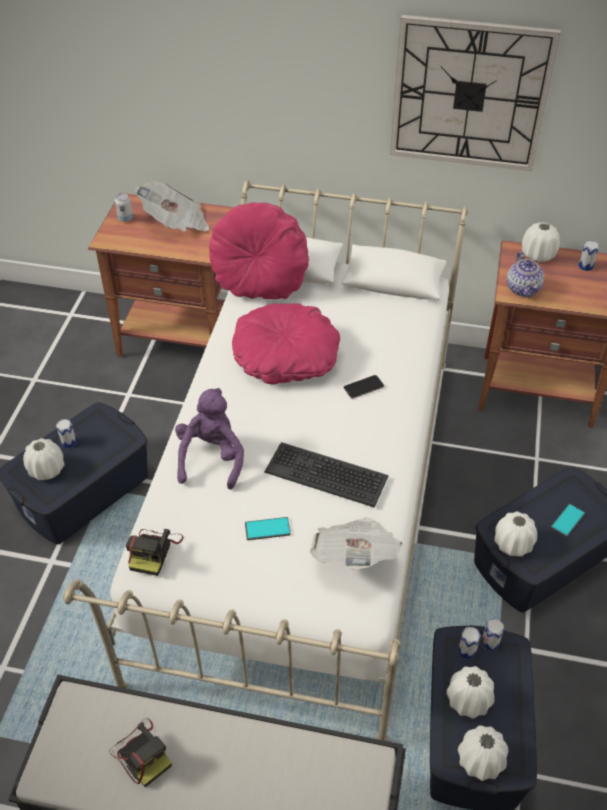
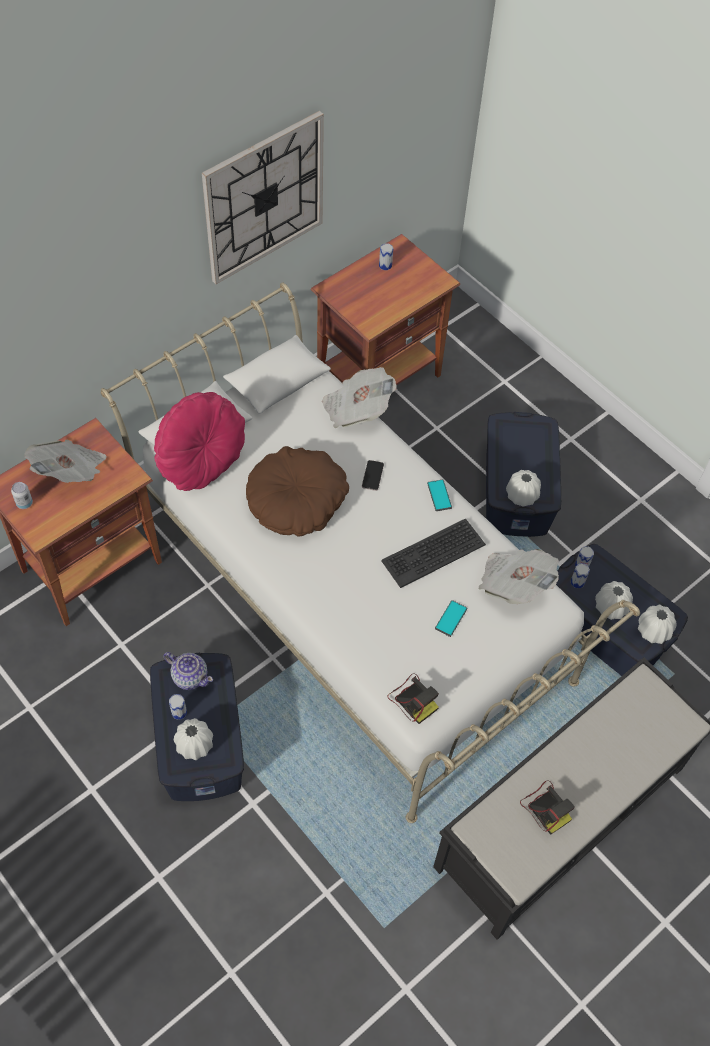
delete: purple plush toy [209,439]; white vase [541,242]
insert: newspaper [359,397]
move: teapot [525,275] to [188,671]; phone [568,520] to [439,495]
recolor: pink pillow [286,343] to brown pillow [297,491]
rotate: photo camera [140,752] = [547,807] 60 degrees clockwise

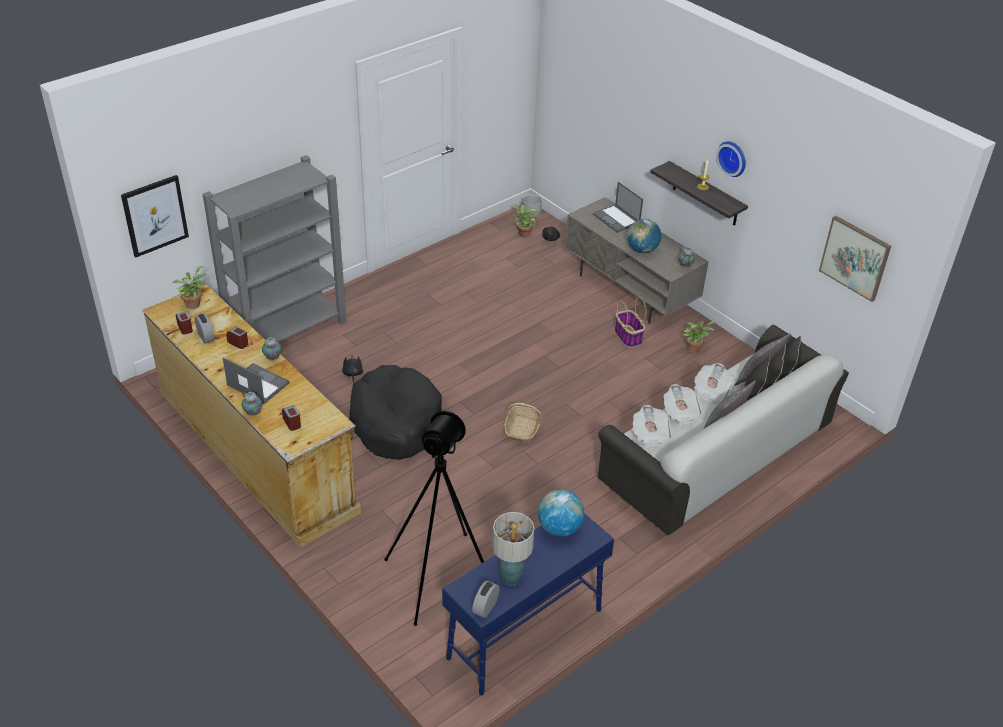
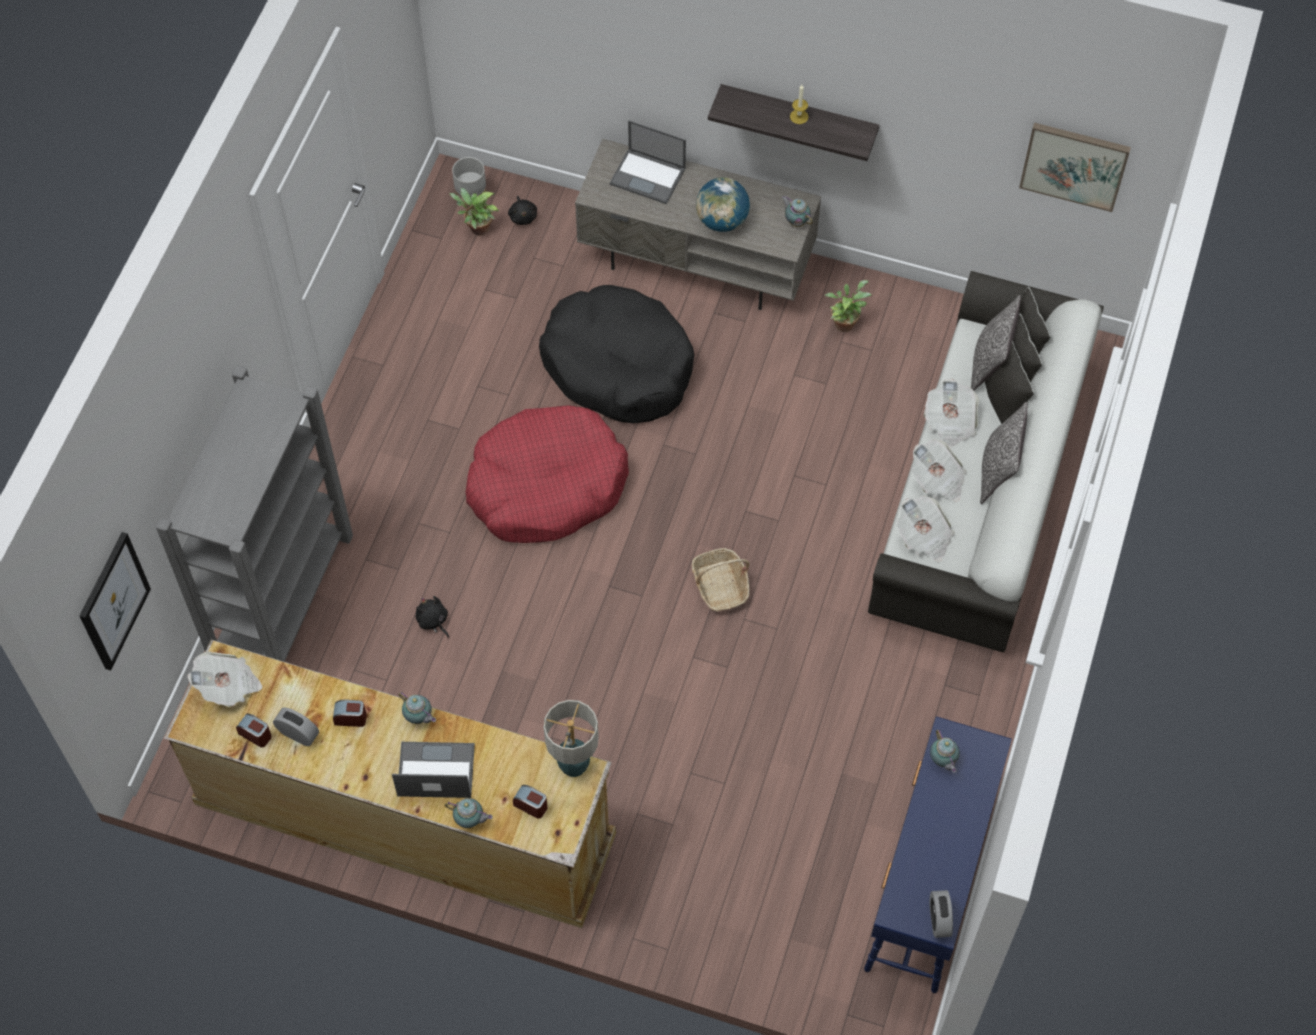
delete: black floor lamp [434,518]; basket [631,322]; wall clock [731,159]
insert: red dog bed [547,474]
move: black dog bed [395,412] to [616,354]; table lamp [513,549] to [571,738]
replace: potted plant [189,287] to newspaper [224,679]; globe [561,512] to teapot [945,751]

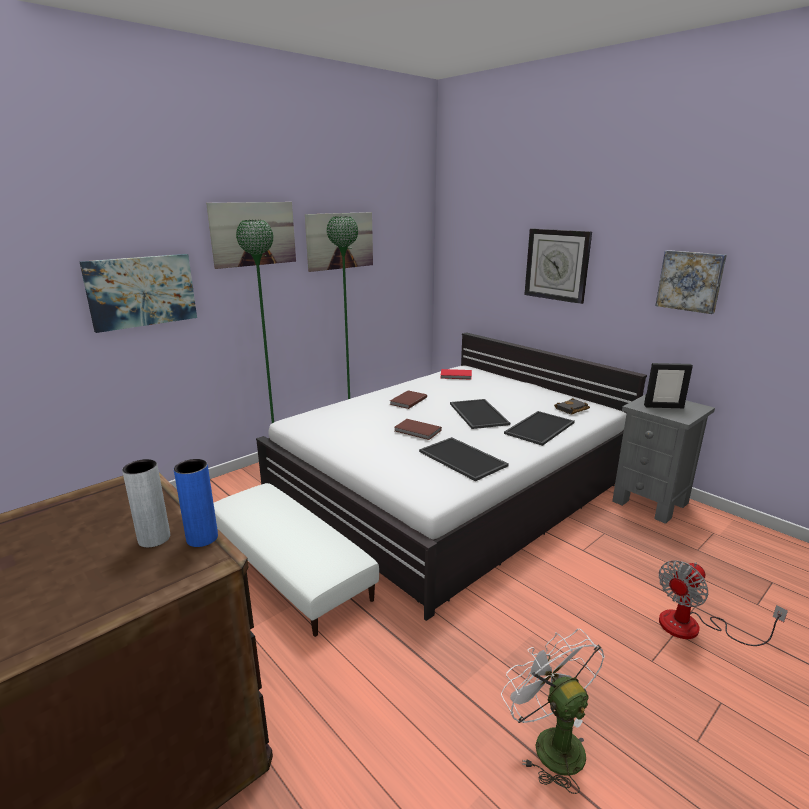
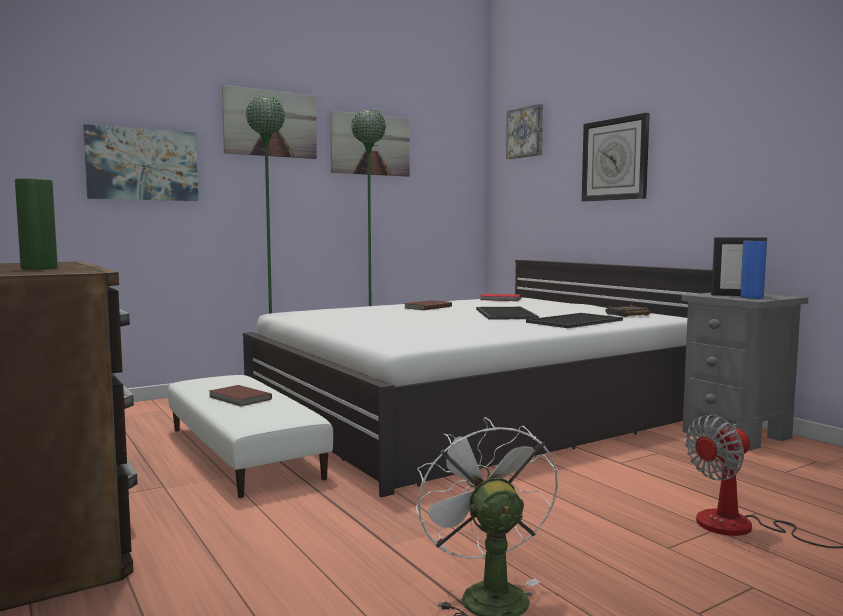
delete: tray [464,459]
move: blue vase [196,503] to [753,269]; brown book [418,429] to [240,395]; picture [691,282] to [524,131]
recolor: grey vase [146,503] to green vase [36,223]

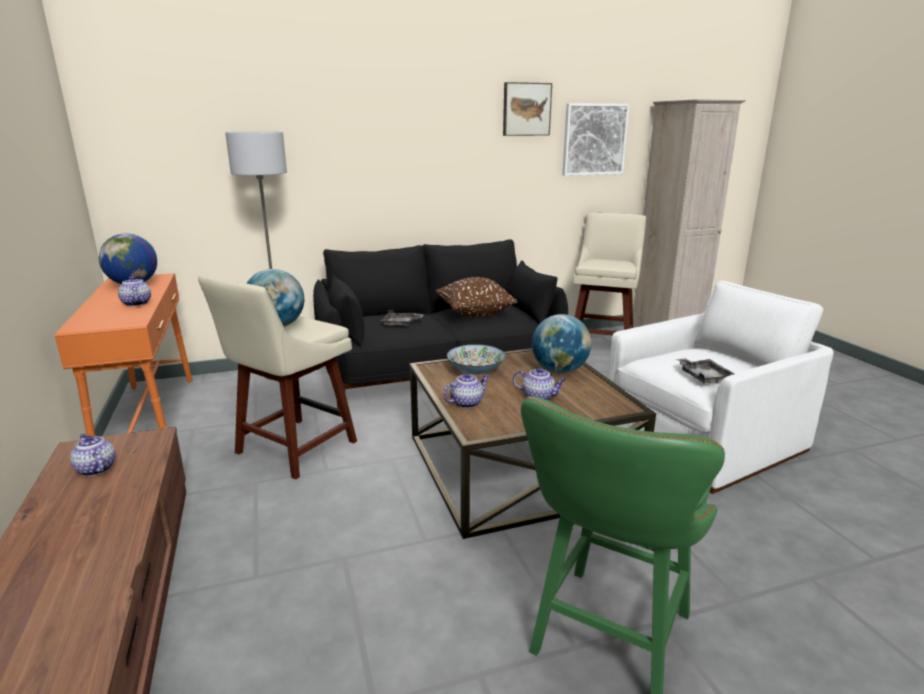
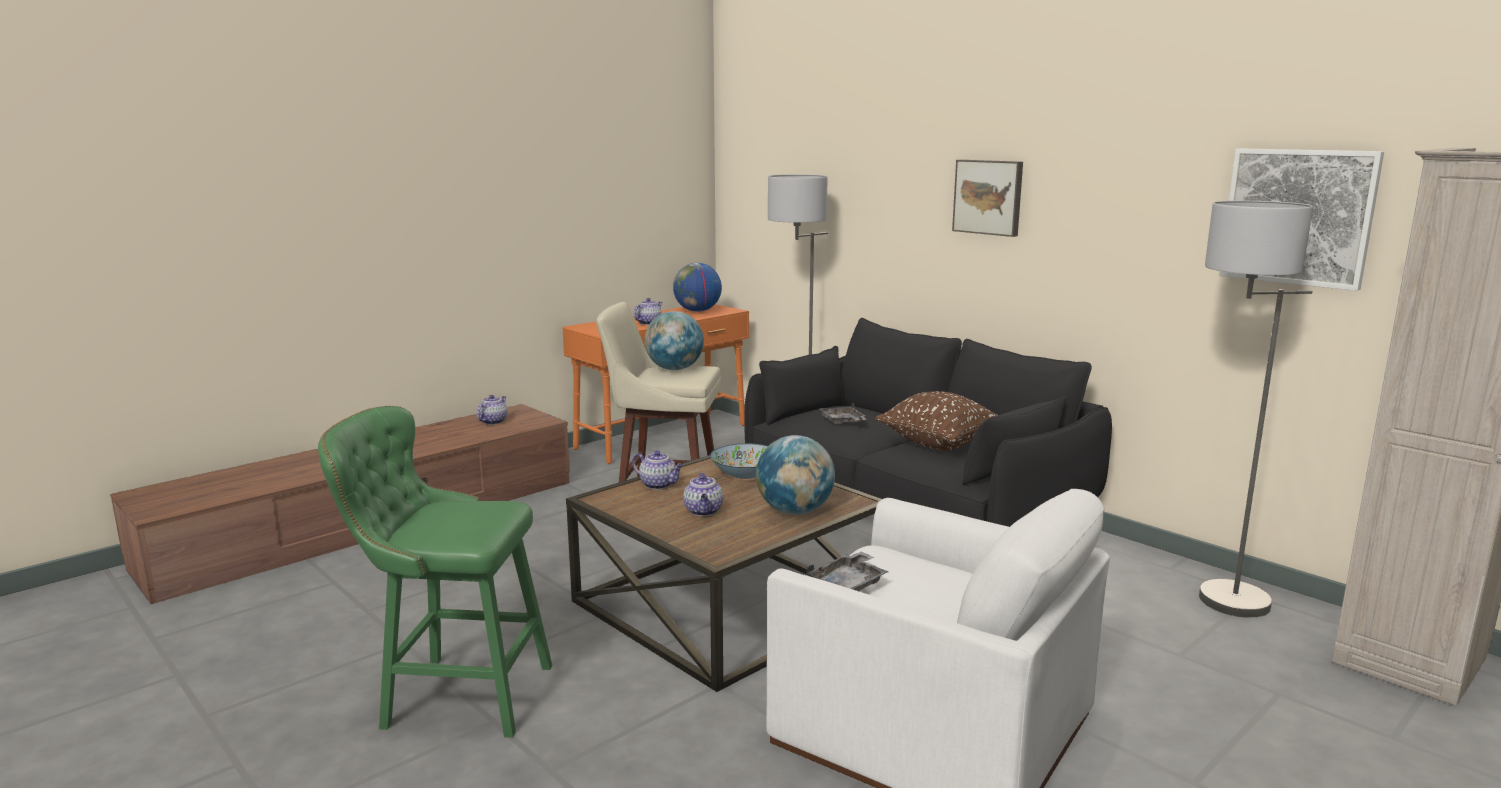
move: picture [527,109] to [987,198]
replace: beige stool [609,274] to grey floor lamp [1256,409]

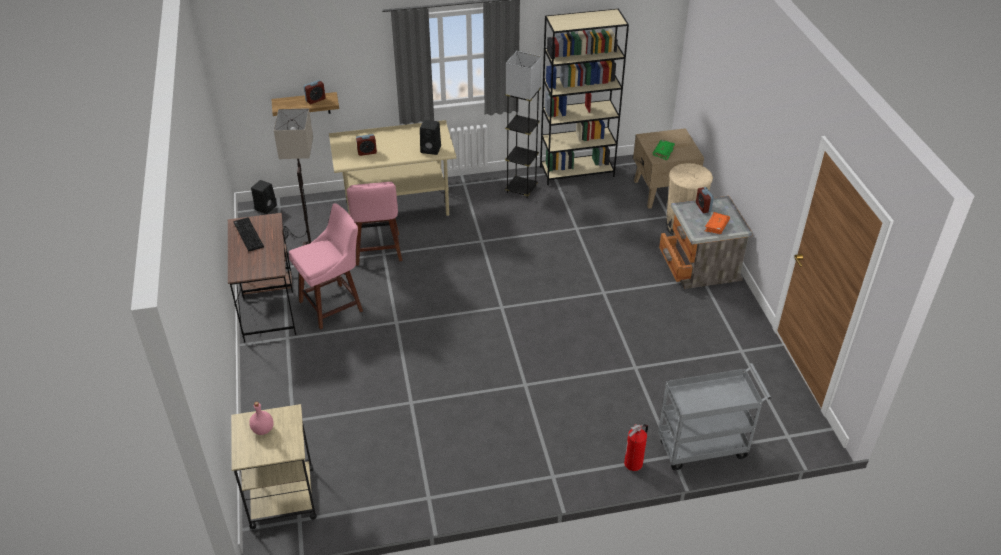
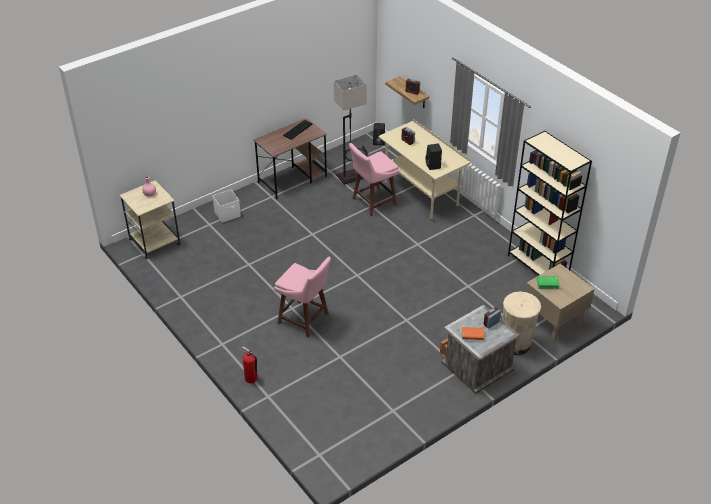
delete: grey floor lamp [523,124]; grey cart [714,416]
insert: white storage box [226,206]
move: pink stool [326,266] to [302,297]

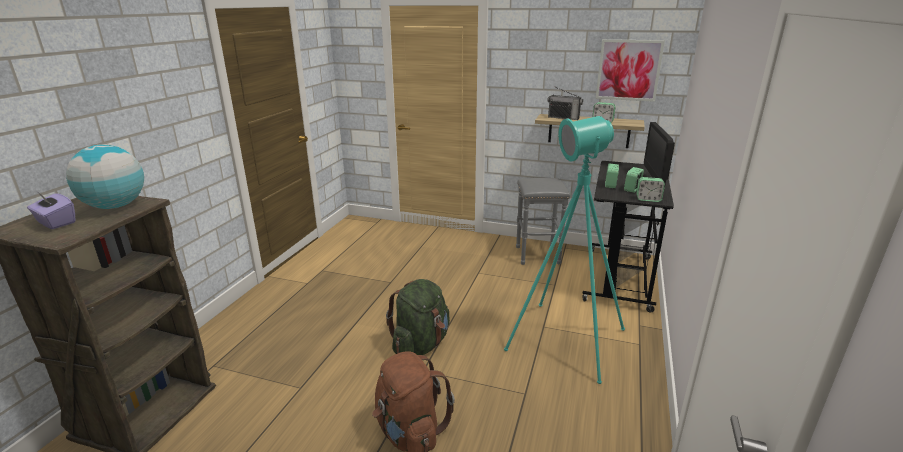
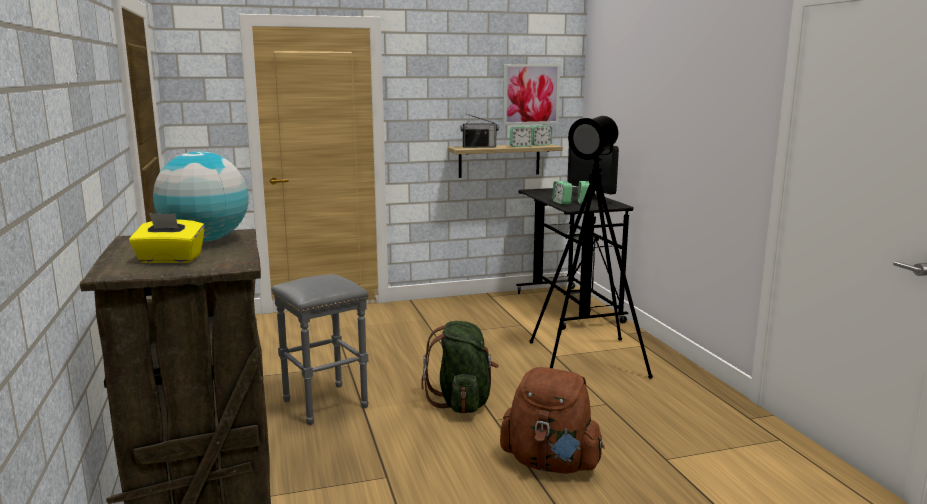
move: grey stool [543,221] to [320,349]; alarm clock [650,189] to [541,135]
recolor: purple tissue box [51,210] to yellow tissue box [167,238]; turquoise floor lamp [564,250] to black floor lamp [591,247]

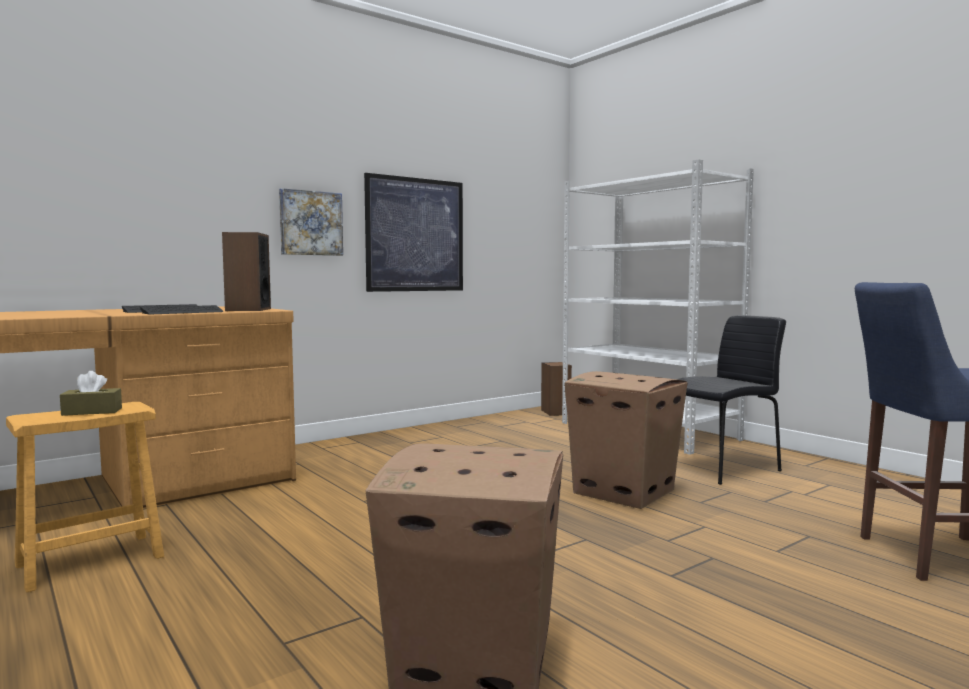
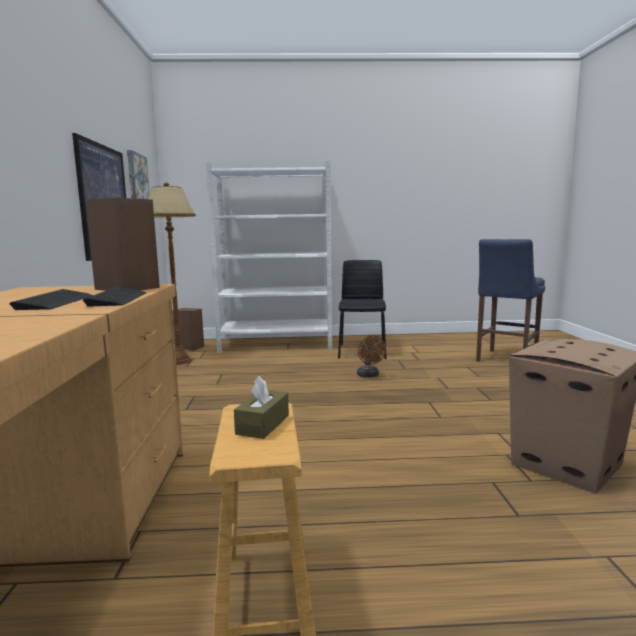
insert: brown floor lamp [172,274]
move: picture [311,222] to [138,174]
replace: cardboard box [626,440] to brown fan [371,357]

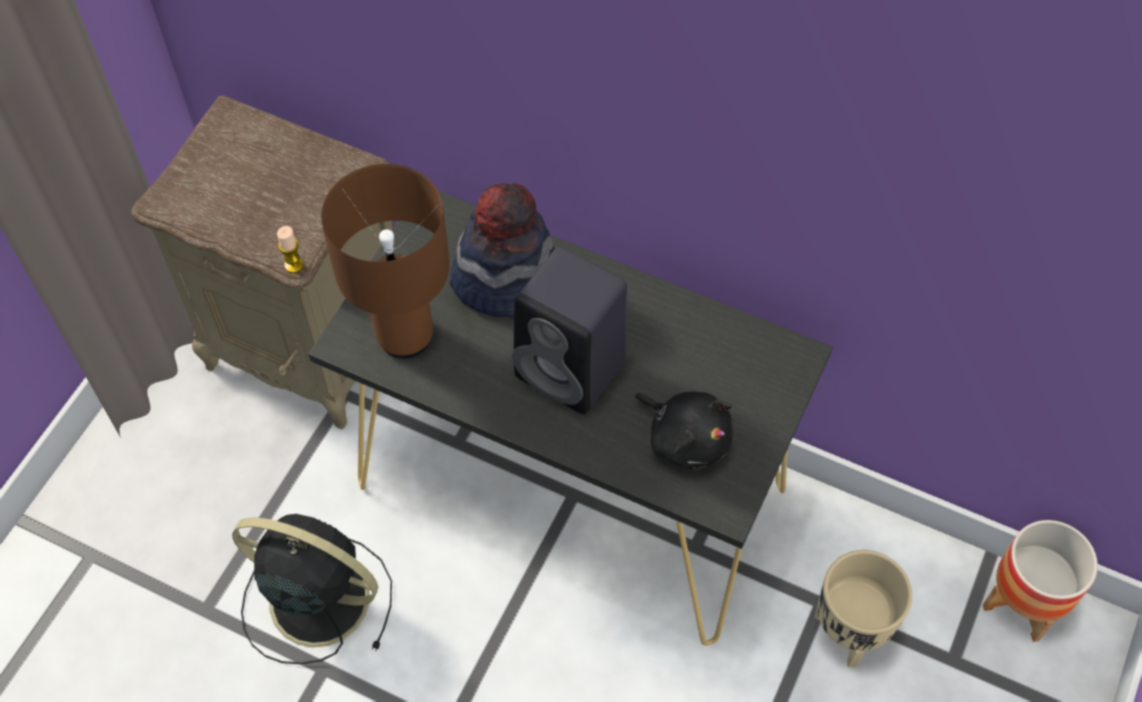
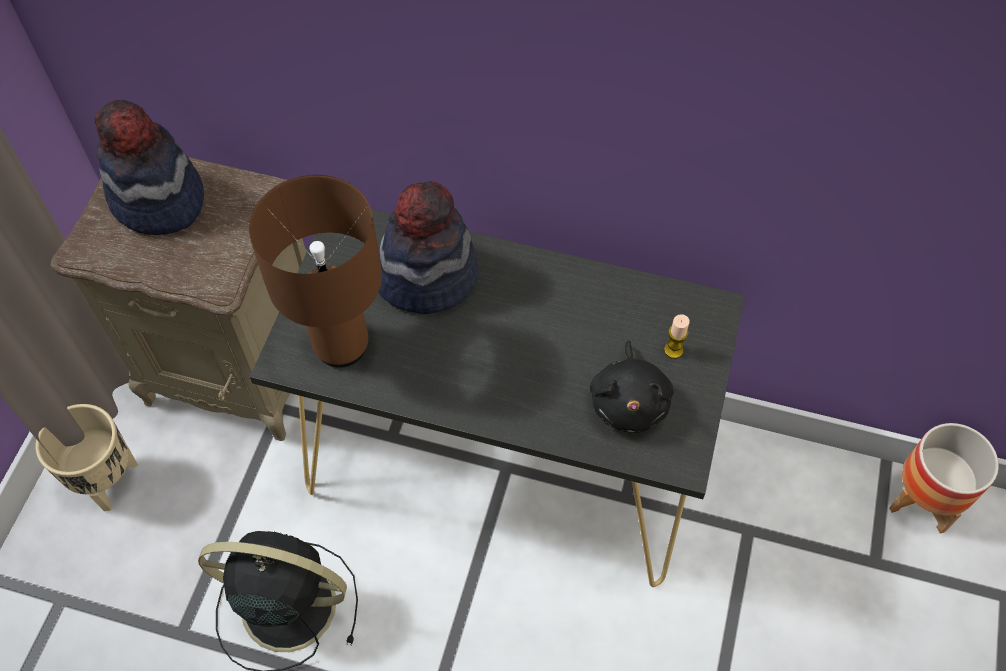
delete: black speaker [569,330]
insert: hat [149,167]
move: candle [290,249] to [676,336]; beige planter [863,608] to [87,457]
rotate: black plush toy [684,431] = [631,387] 60 degrees clockwise

